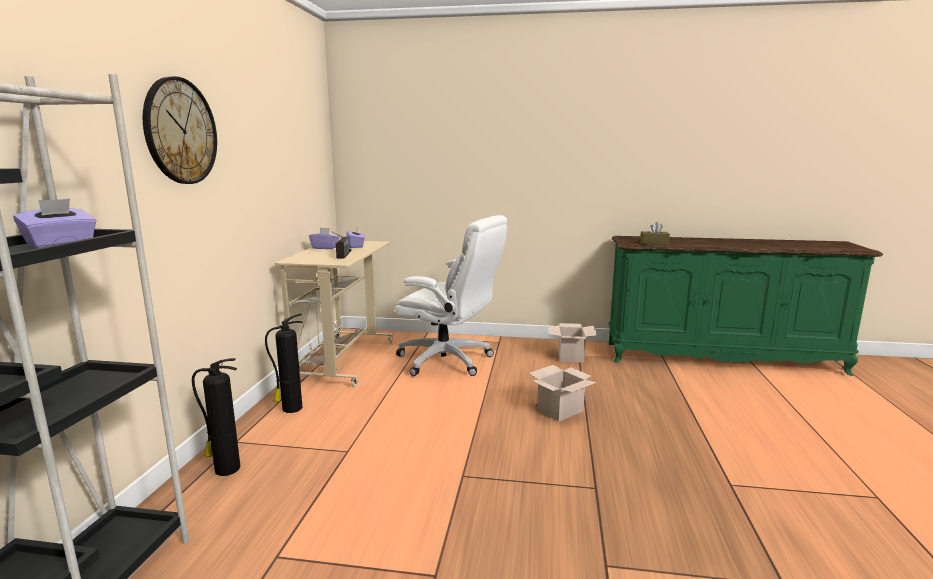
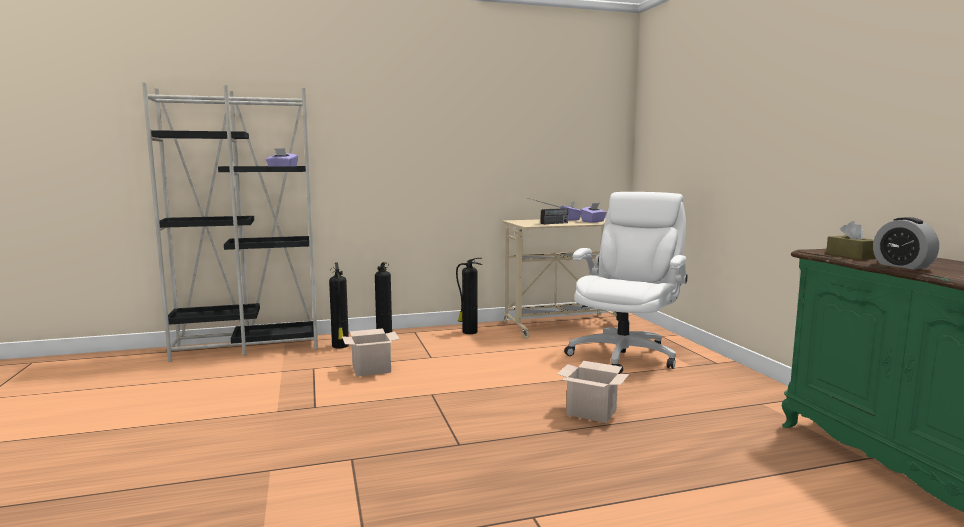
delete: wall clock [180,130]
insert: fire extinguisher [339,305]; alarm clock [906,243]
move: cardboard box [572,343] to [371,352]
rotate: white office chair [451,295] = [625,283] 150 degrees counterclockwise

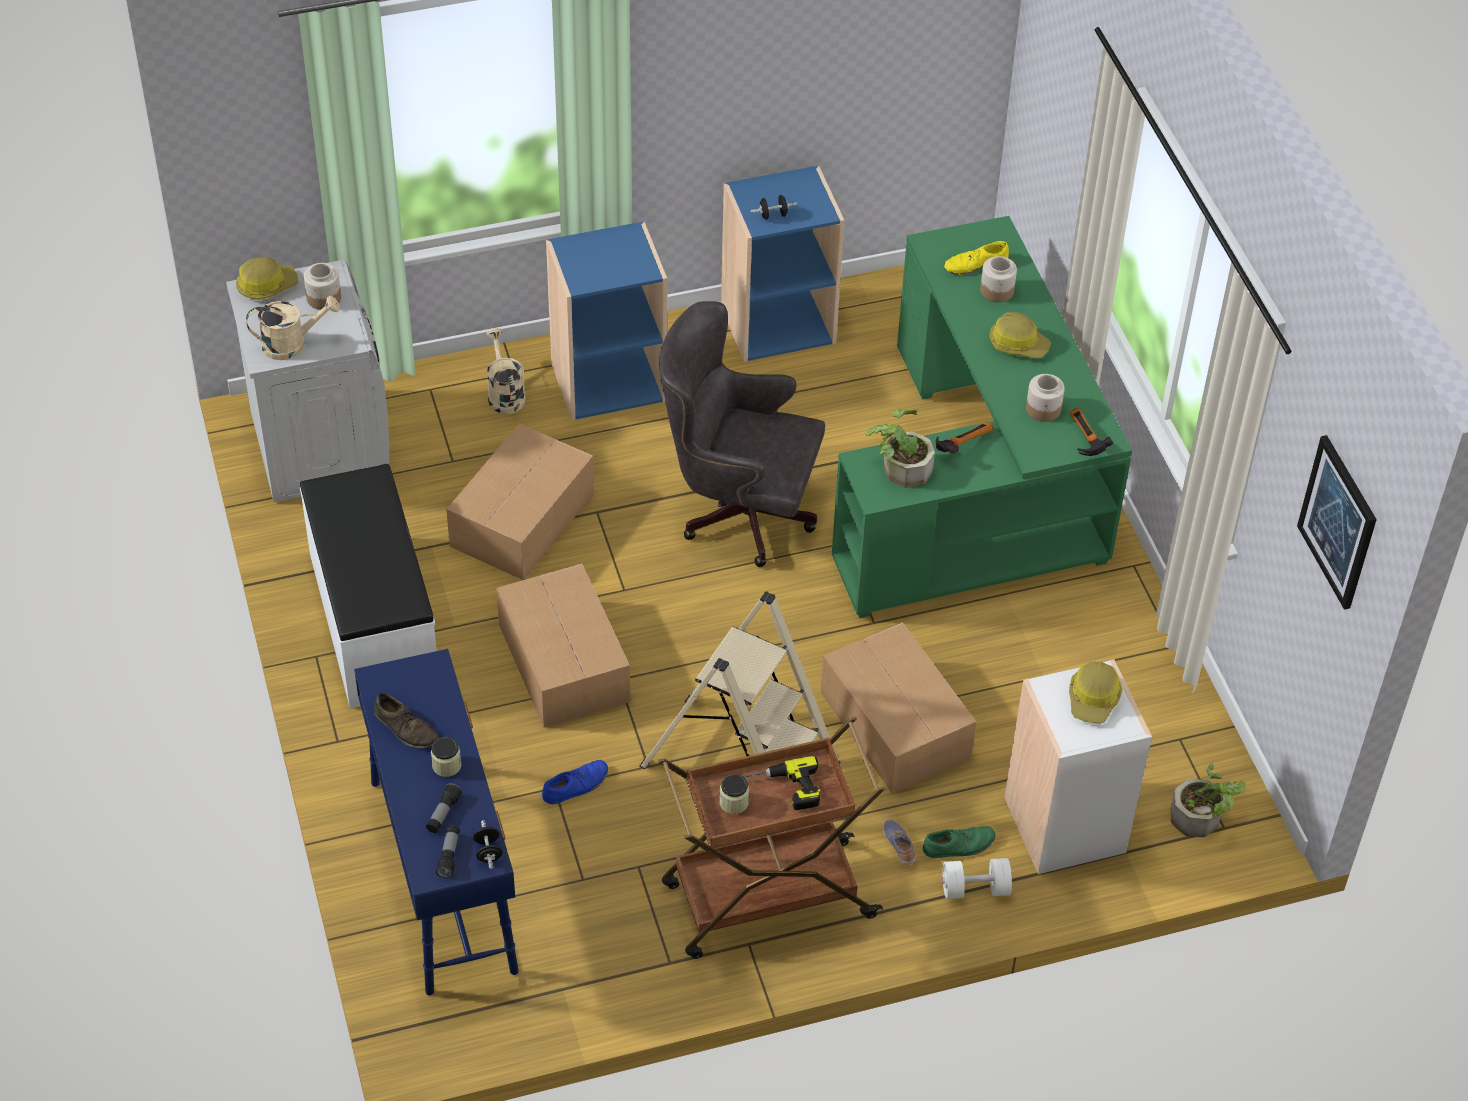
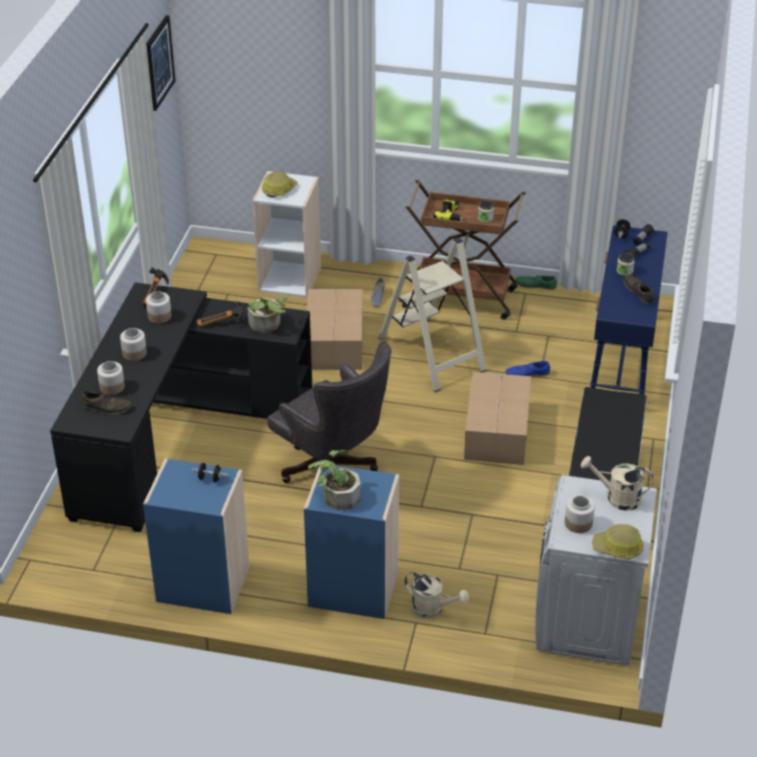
delete: cardboard box [520,501]; white dumbbell [977,878]
move: green shoe [959,842] to [536,282]; potted plant [1208,799] to [334,480]
replace: hard hat [1020,335] to jar [133,344]
recolor: green desk [982,417] to black desk [181,407]; yellow shoe [976,258] to brown shoe [106,402]
rotate: beige watering can [506,371] = [437,595] 75 degrees counterclockwise

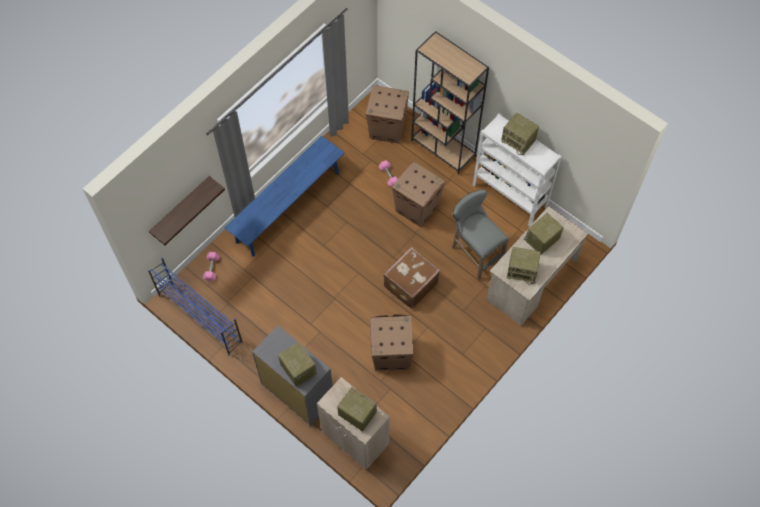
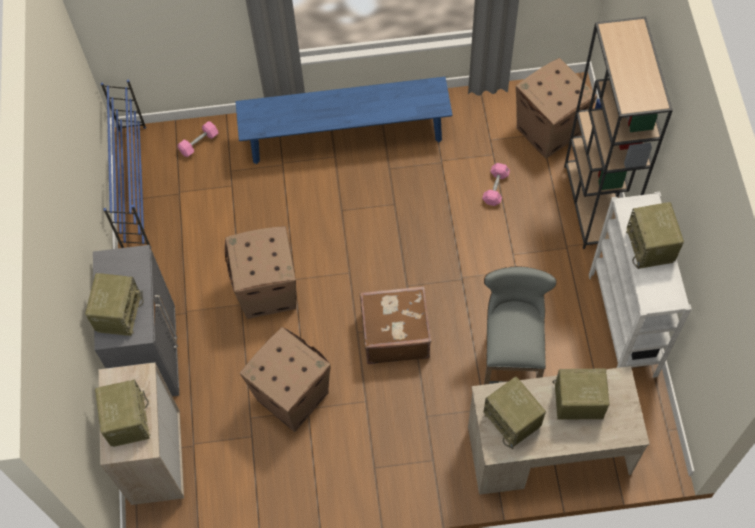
delete: shelf [187,210]
move: cardboard box [418,194] to [260,272]

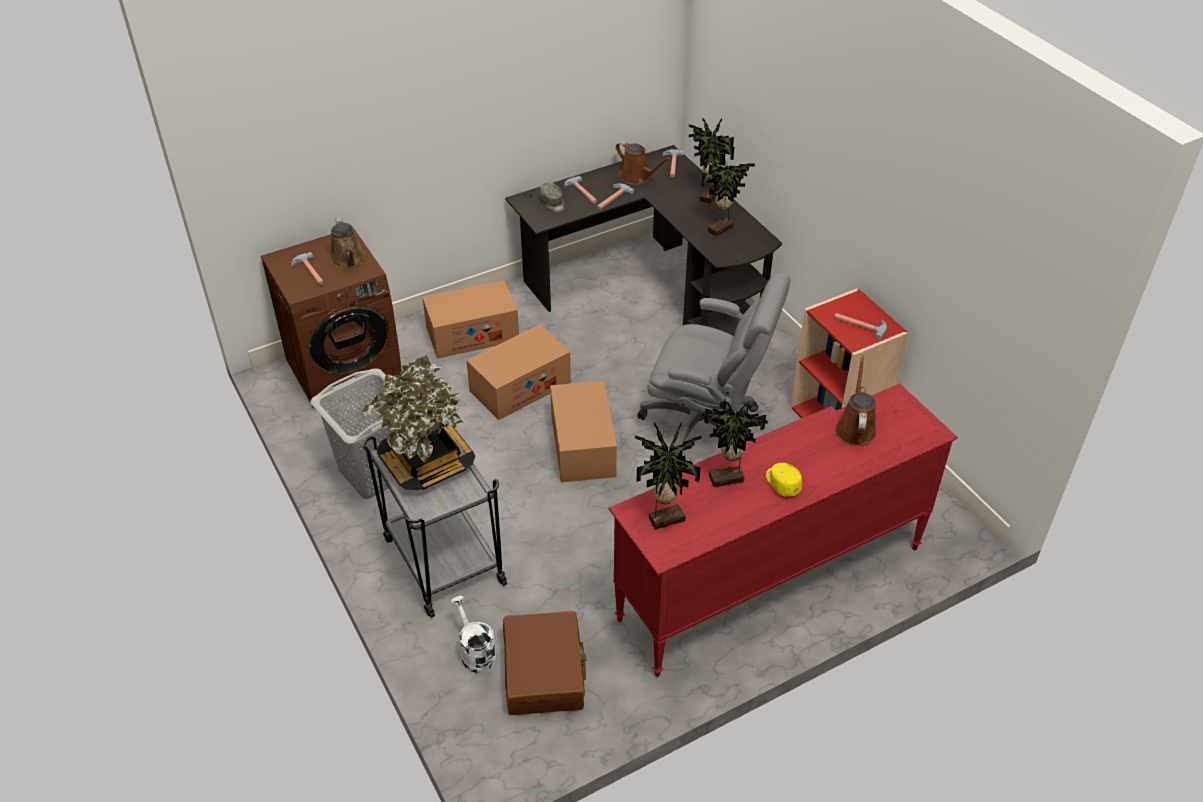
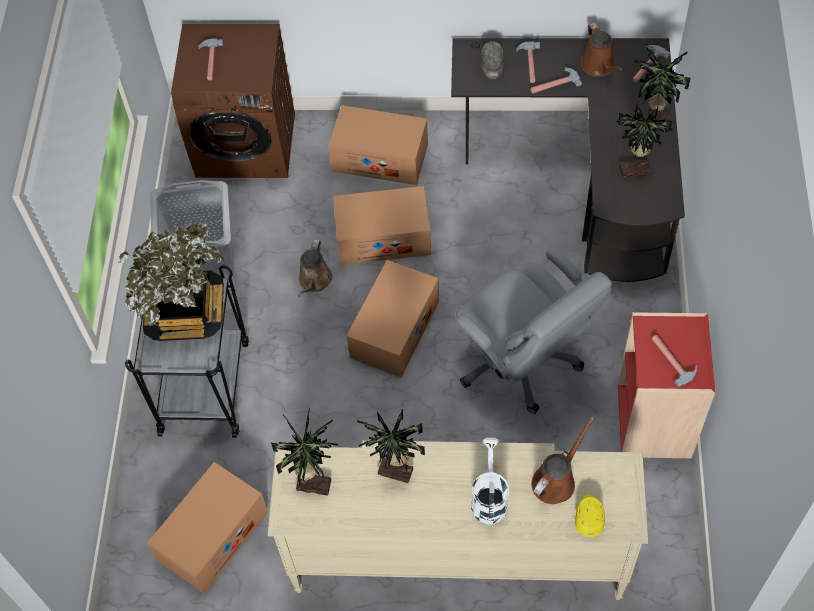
move: brown watering can [348,243] to [315,268]; white watering can [473,634] to [490,481]; yellow cap [784,480] to [590,516]
replace: brown suitcase [544,663] to cardboard box [207,528]
recolor: red cabinet [783,530] to beige cabinet [458,520]

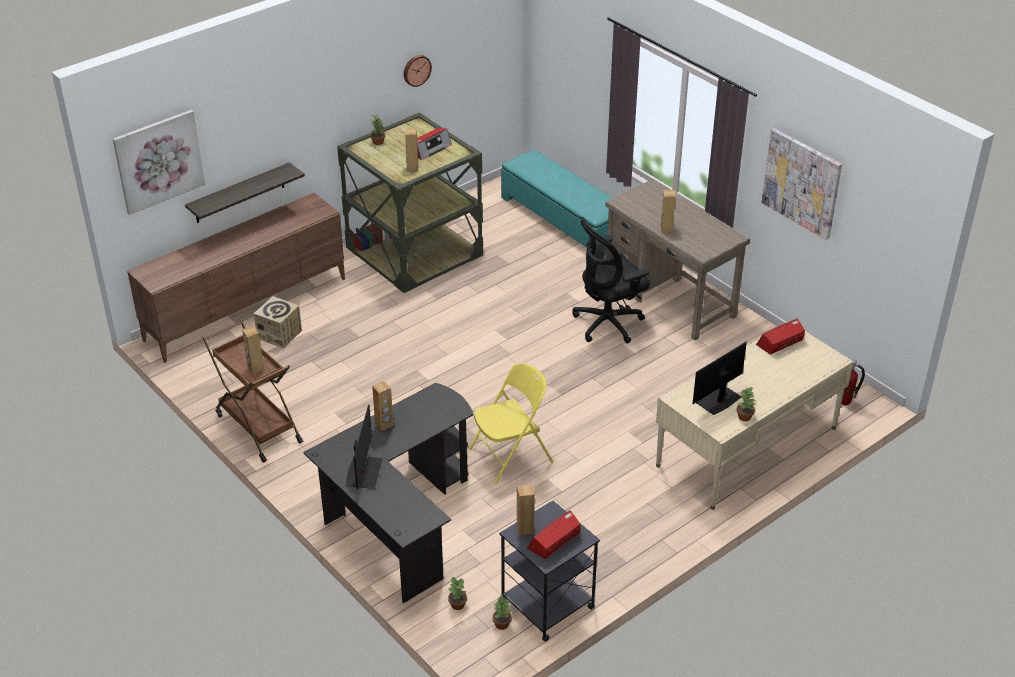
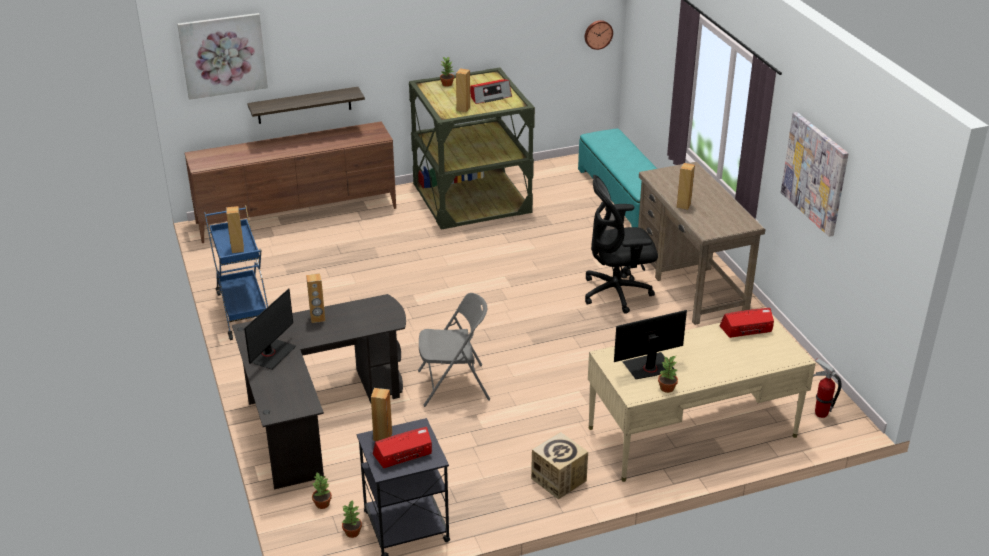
move: cardboard box [277,322] to [559,466]; wall clock [418,71] to [599,35]
recolor: brown cart [253,391] to blue cart [236,272]; yellow chair [511,423] to grey chair [454,350]

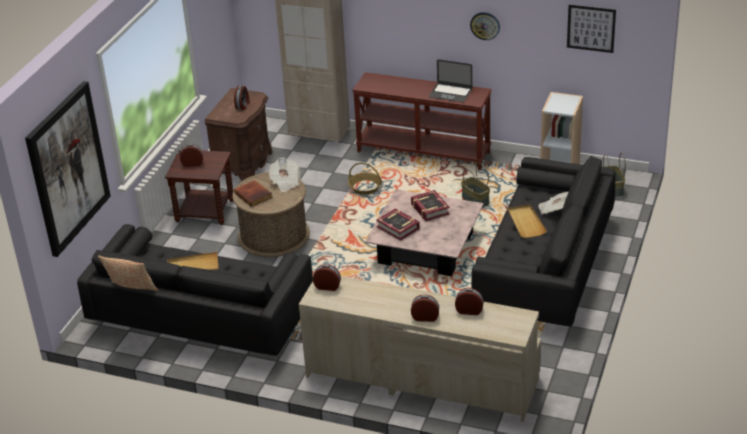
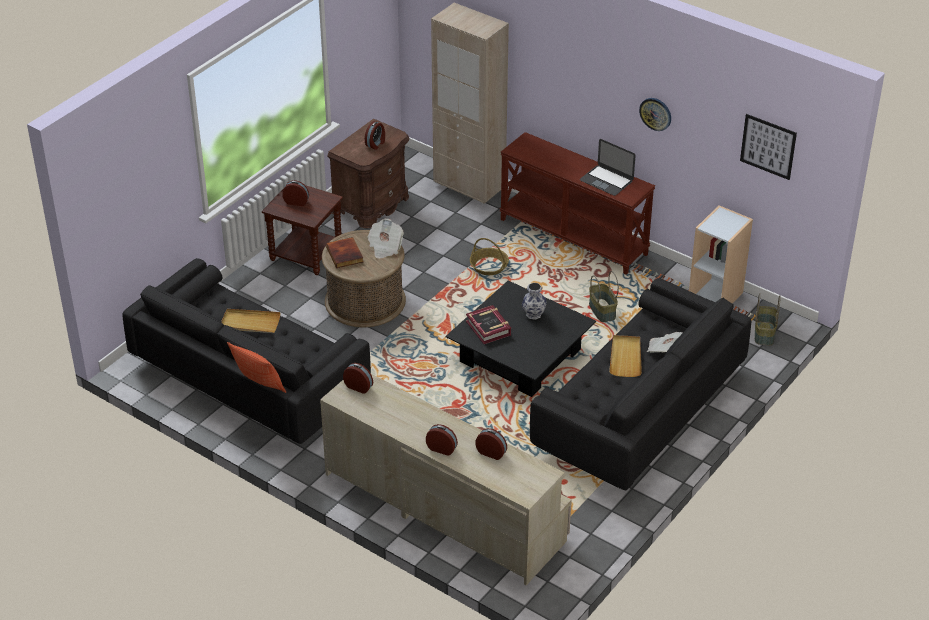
delete: picture [68,169]; beige pillow [128,273]
insert: orange pillow [256,367]
replace: book [430,205] to vase [534,301]
recolor: pink coffee table [424,232] to black coffee table [521,338]

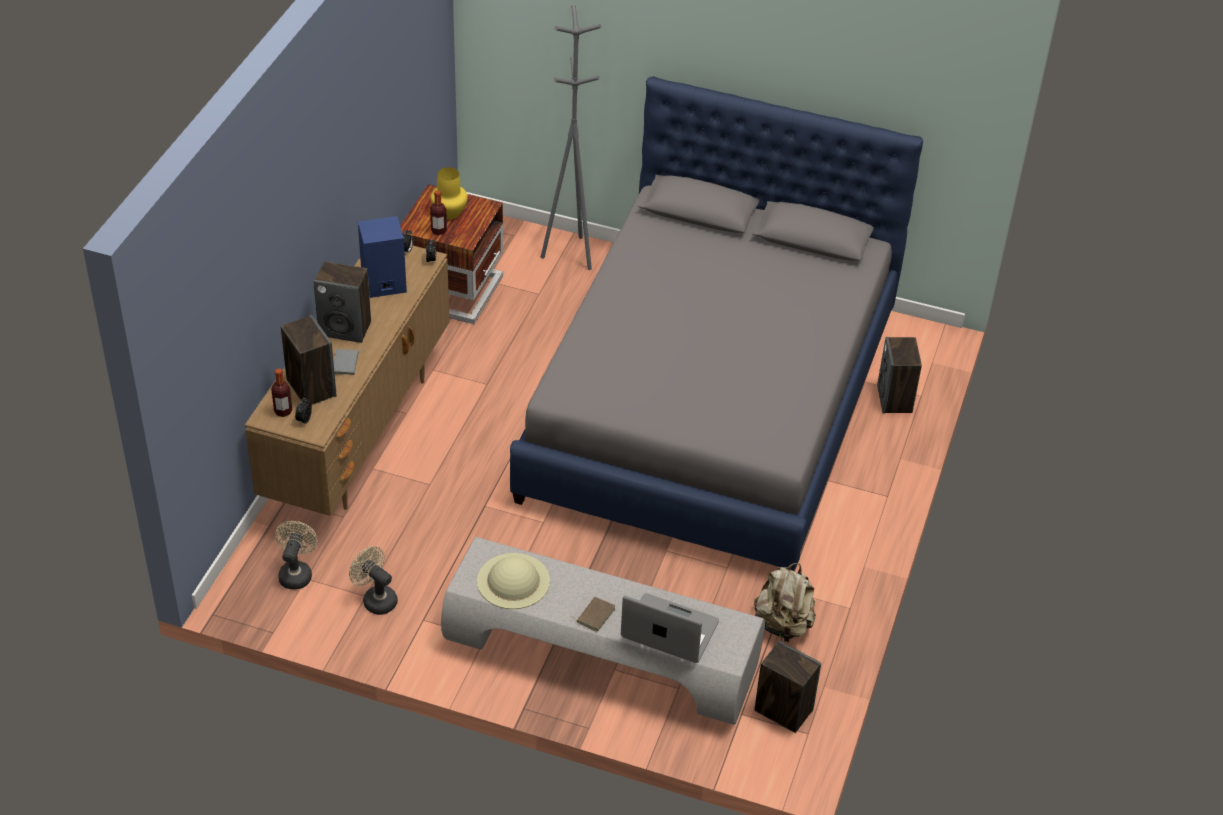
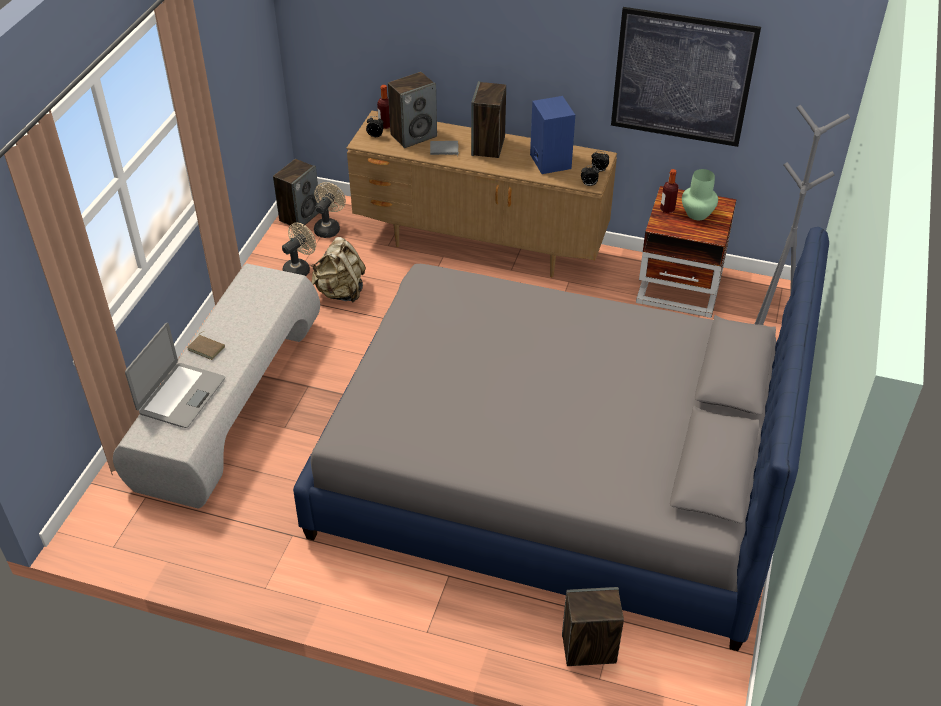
delete: beige hat [513,581]
insert: picture [686,77]
move: beige backpack [785,602] to [338,270]; speaker [787,687] to [296,194]
recolor: yellow vase [449,193] to green vase [700,194]
rotate: beige fan [296,555] = [330,210] 75 degrees counterclockwise

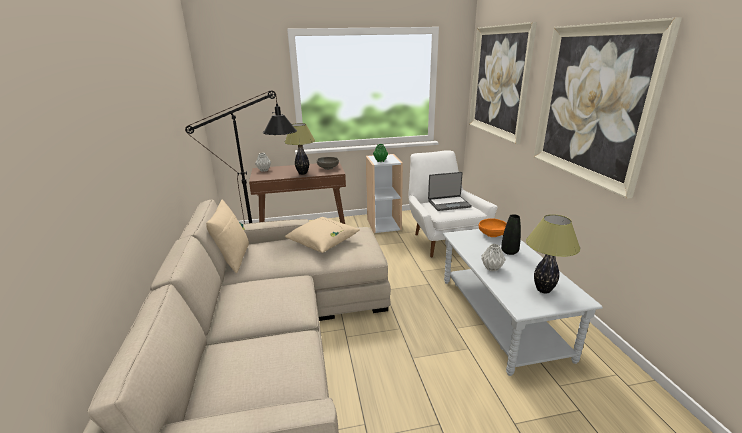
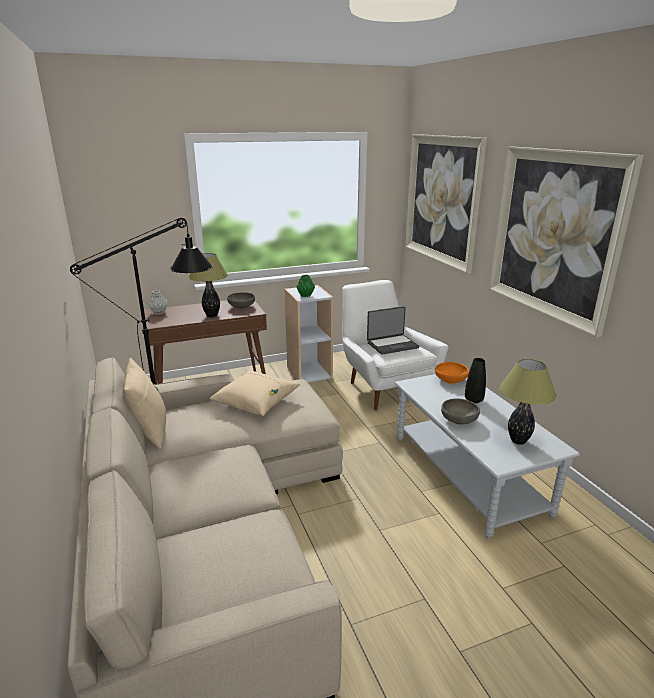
replace: grey vase [493,258] to grey bowl [460,411]

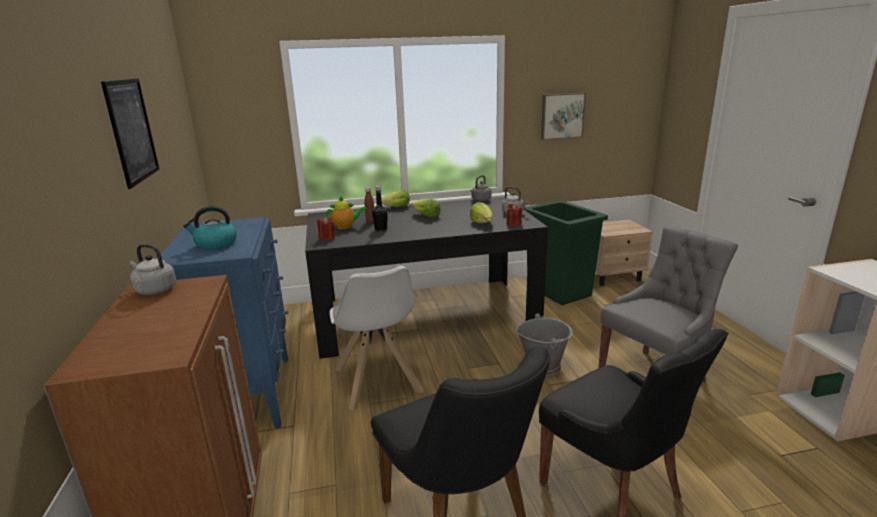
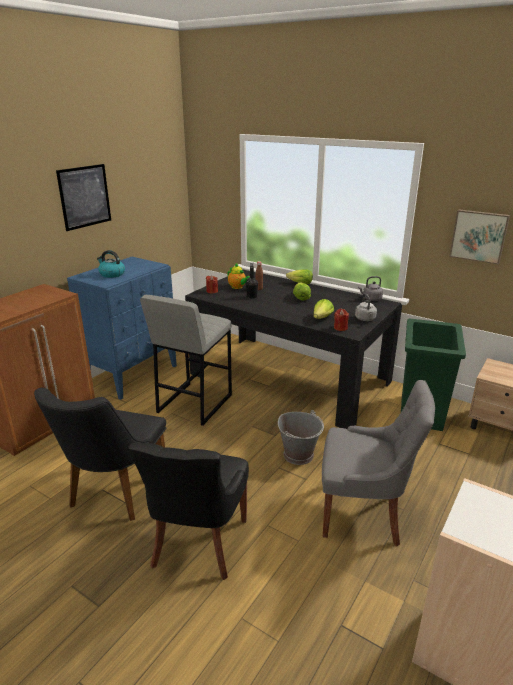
delete: grey kettle [153,269]
replace: chair [376,338] to grey stool [186,360]

